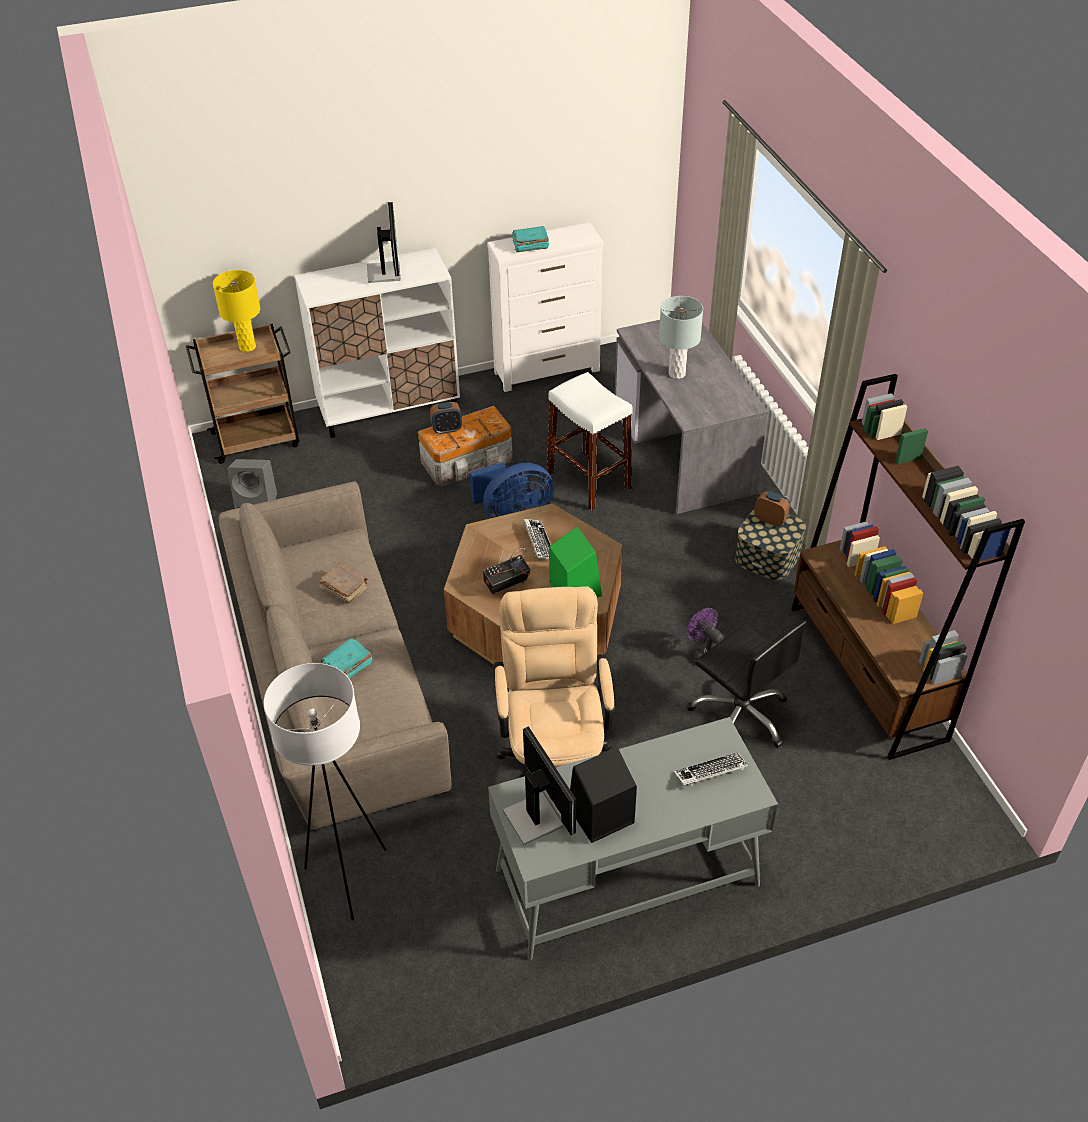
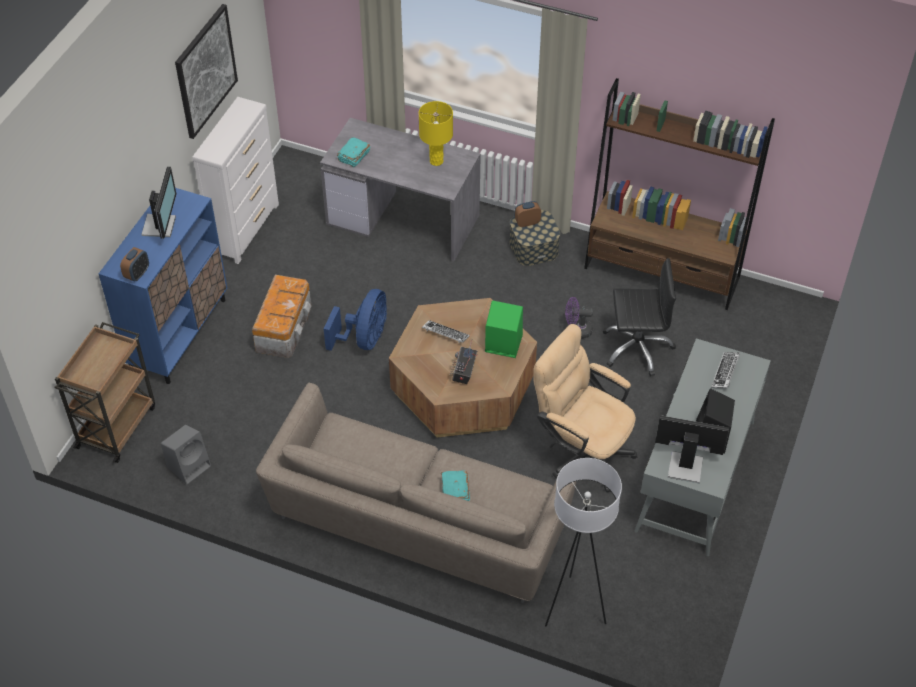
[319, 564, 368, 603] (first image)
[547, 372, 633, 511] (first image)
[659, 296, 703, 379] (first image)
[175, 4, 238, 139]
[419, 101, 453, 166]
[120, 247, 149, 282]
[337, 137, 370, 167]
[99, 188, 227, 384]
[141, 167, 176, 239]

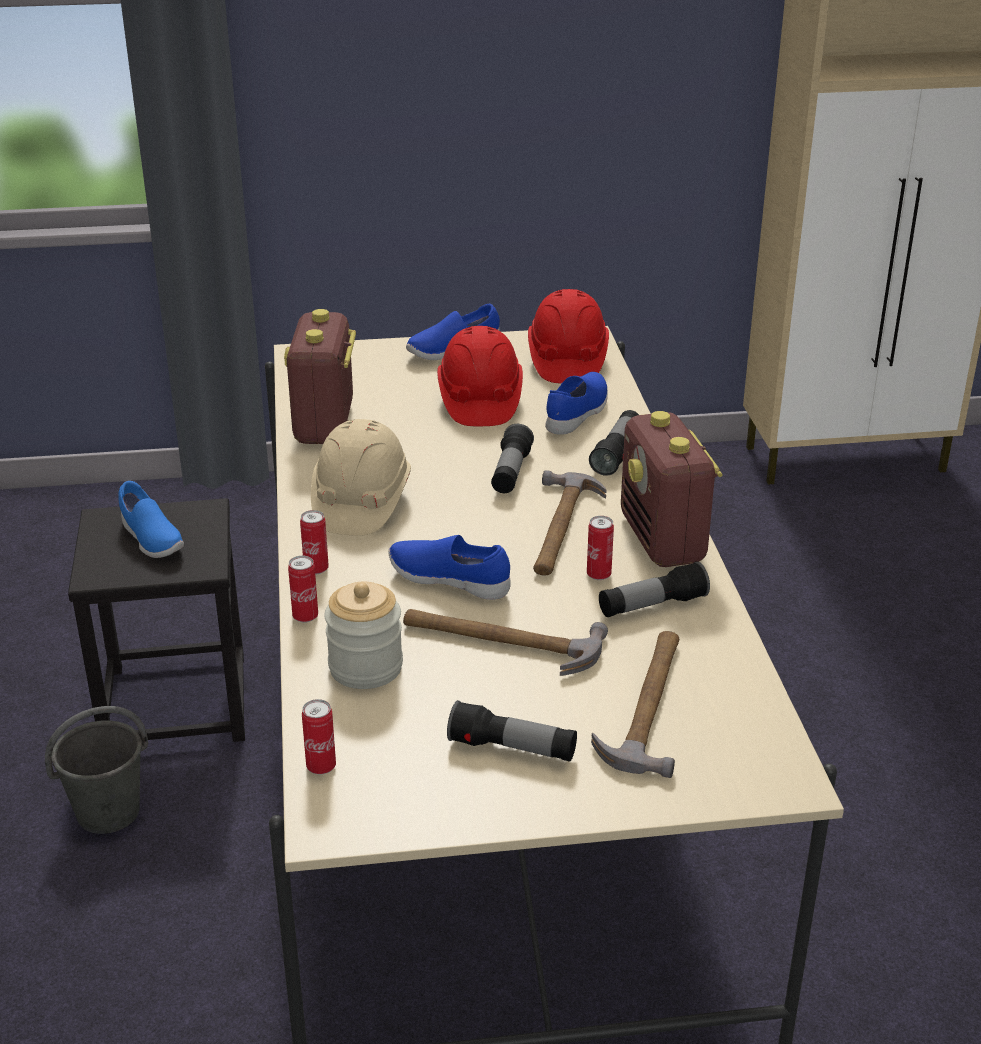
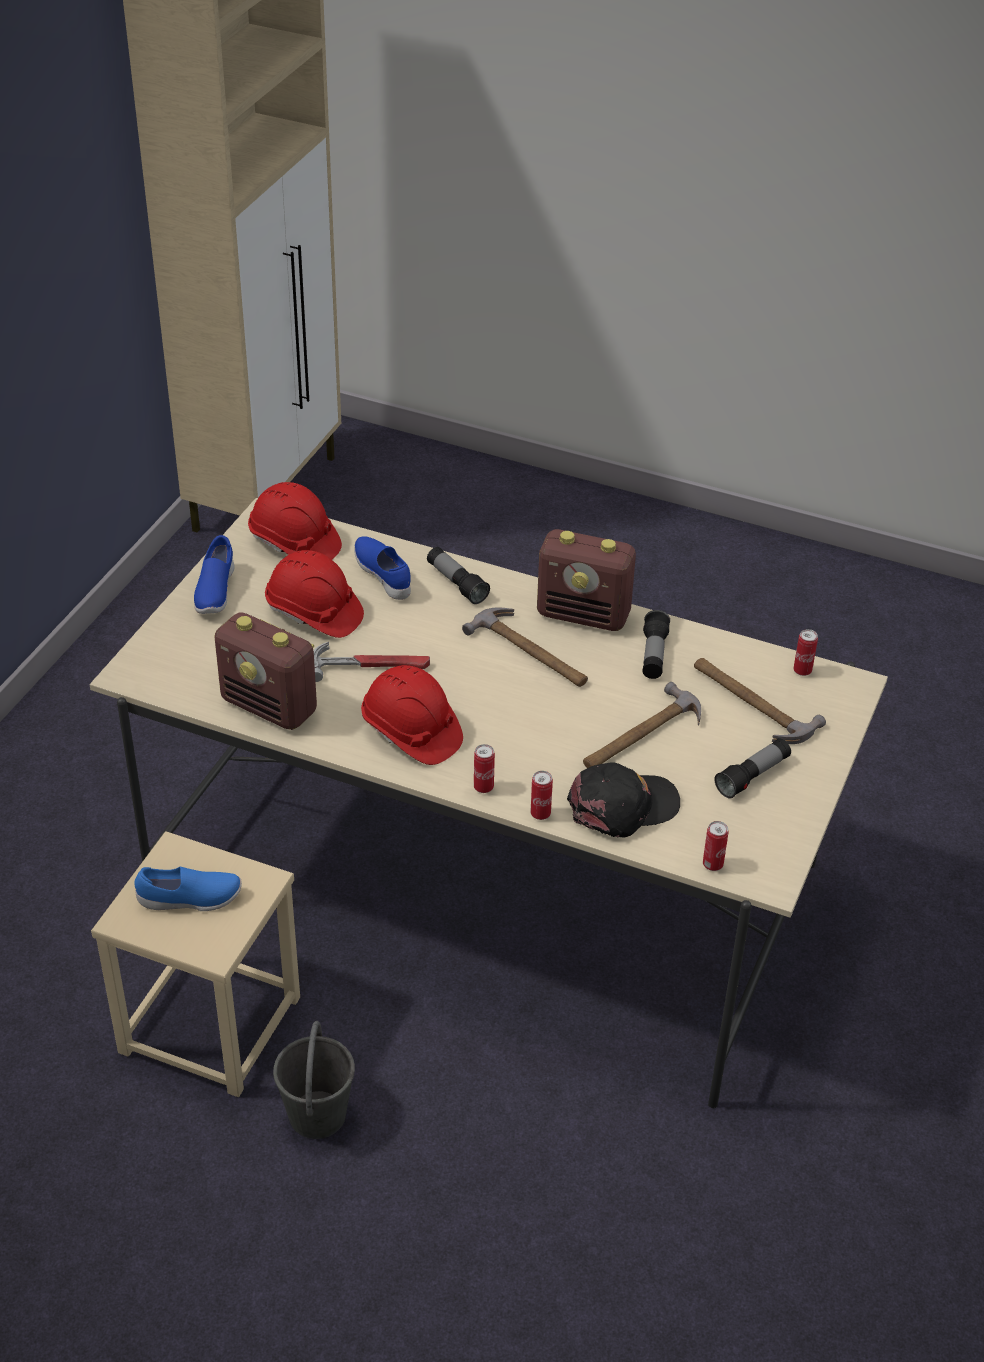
[388, 535, 511, 600] (first image)
[491, 424, 534, 493] (first image)
[313, 642, 430, 682]
[793, 629, 818, 676]
[567, 762, 680, 838]
[91, 831, 300, 1097]
[361, 665, 463, 765]

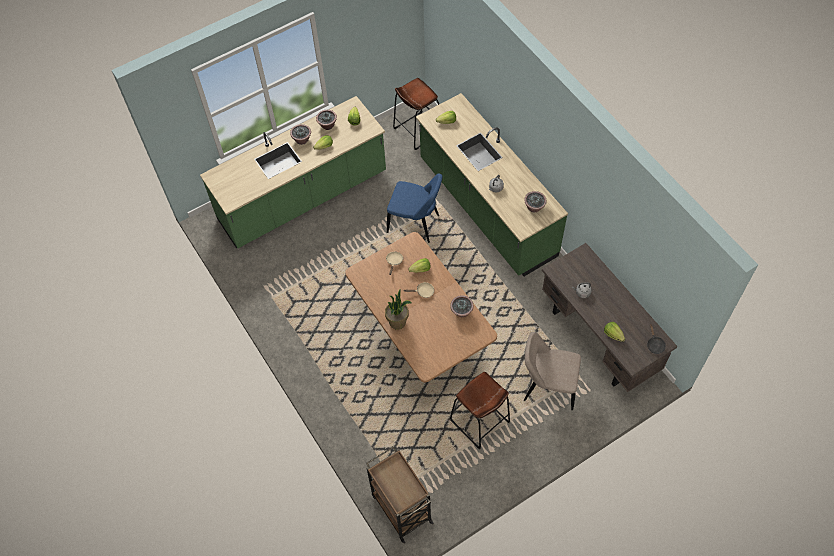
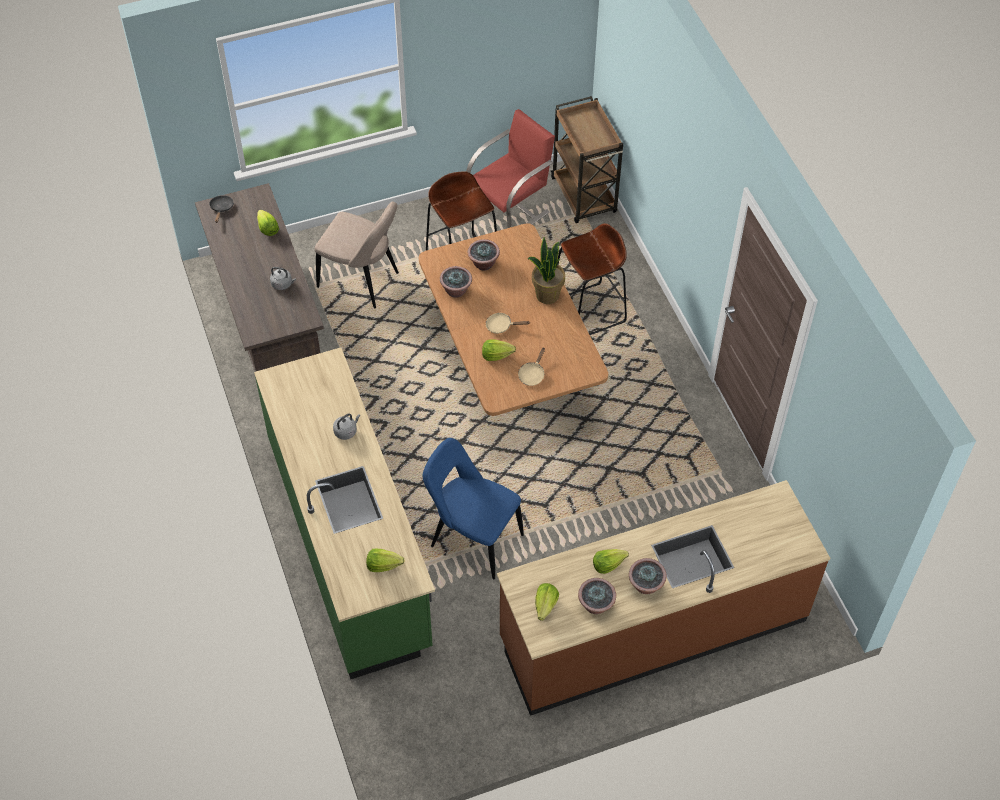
[466, 109, 555, 228]
[558, 223, 627, 335]
[468, 239, 500, 271]
[497, 480, 830, 716]

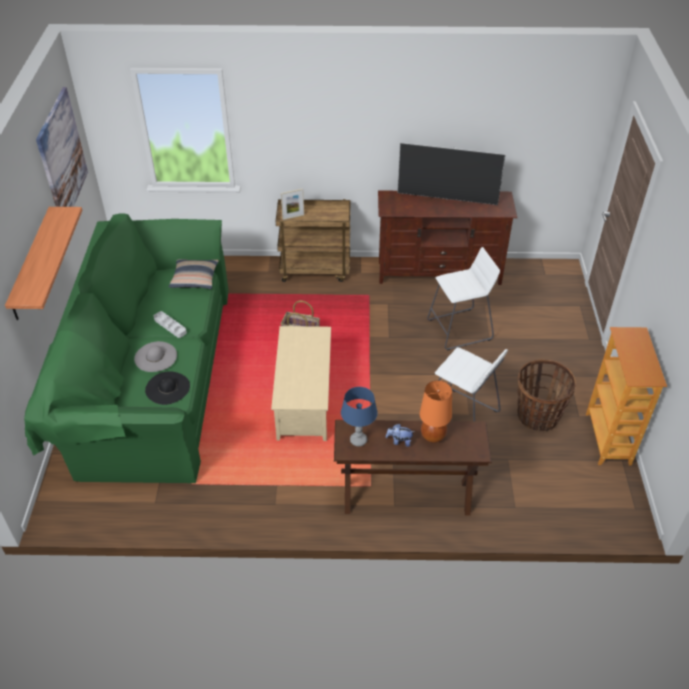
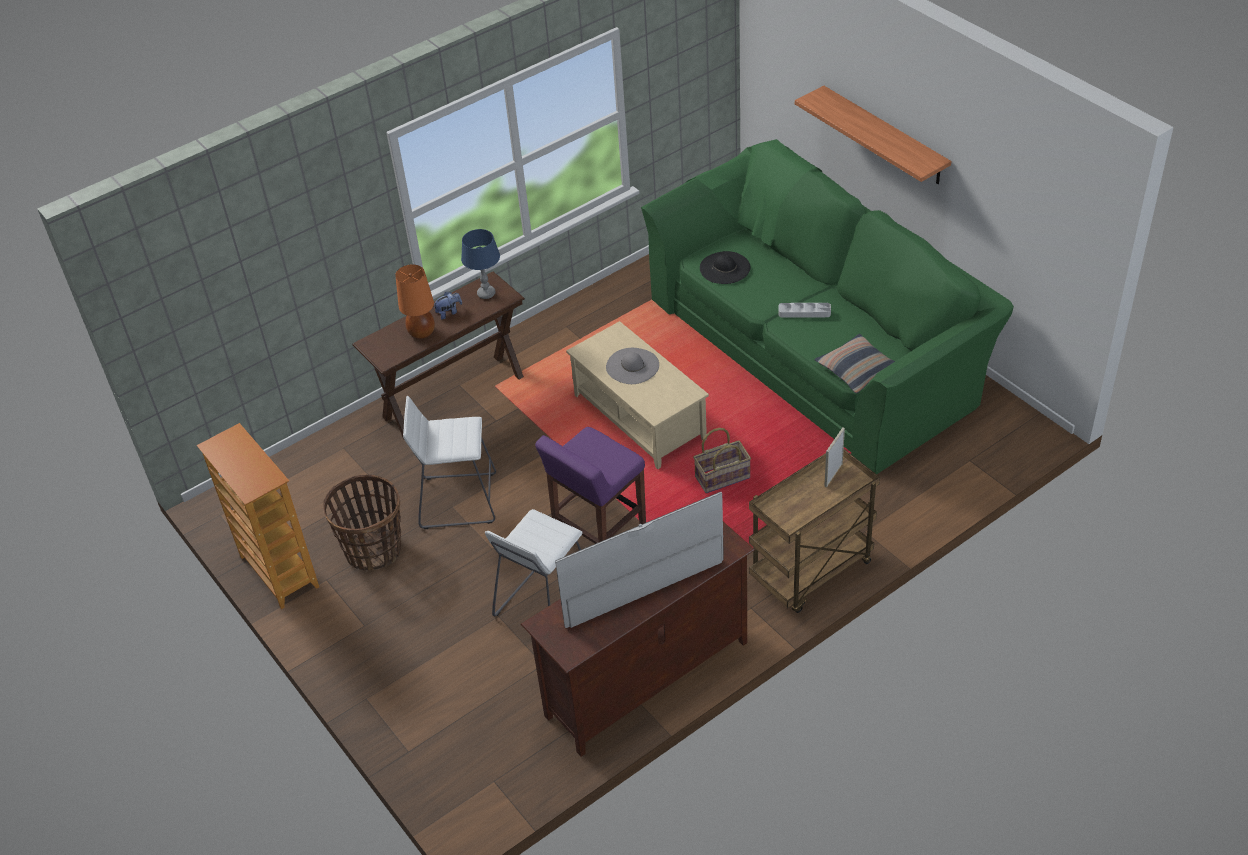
[36, 87, 88, 207] (first image)
[535, 427, 646, 544]
[606, 348, 659, 384]

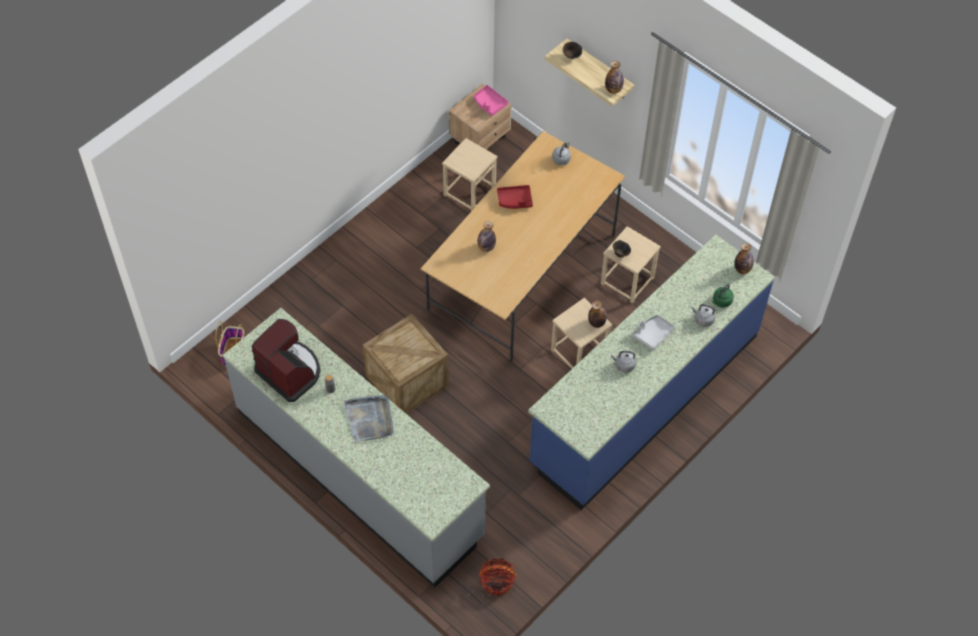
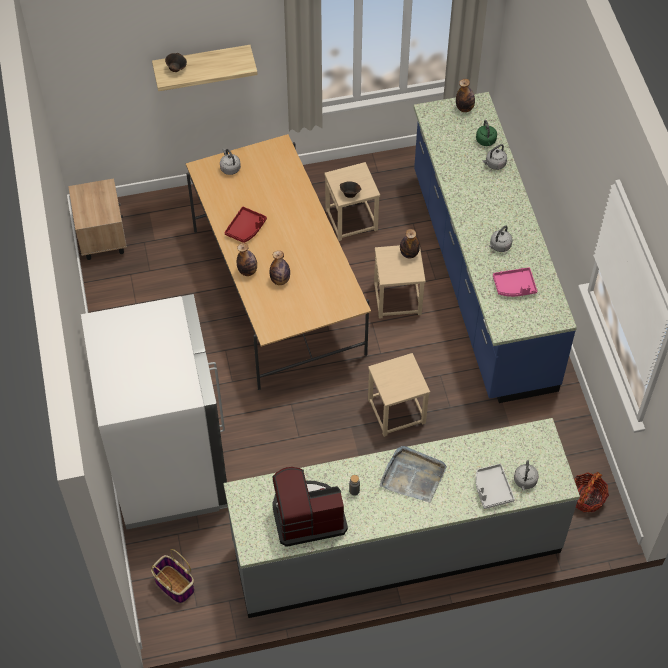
[363, 314, 449, 413] (first image)
[81, 294, 228, 529]
[514, 460, 539, 490]
[368, 353, 430, 437]
[493, 267, 537, 297]
[237, 243, 257, 276]
[476, 464, 515, 509]

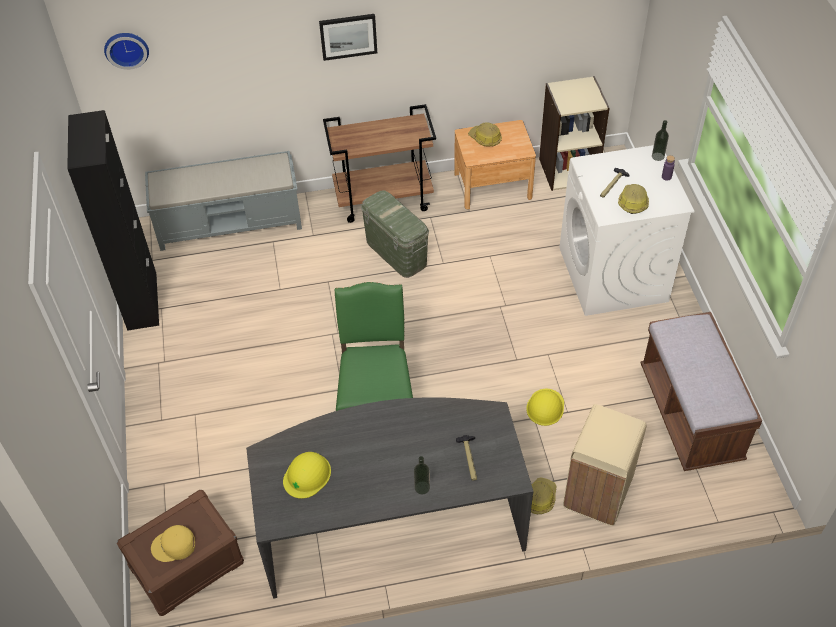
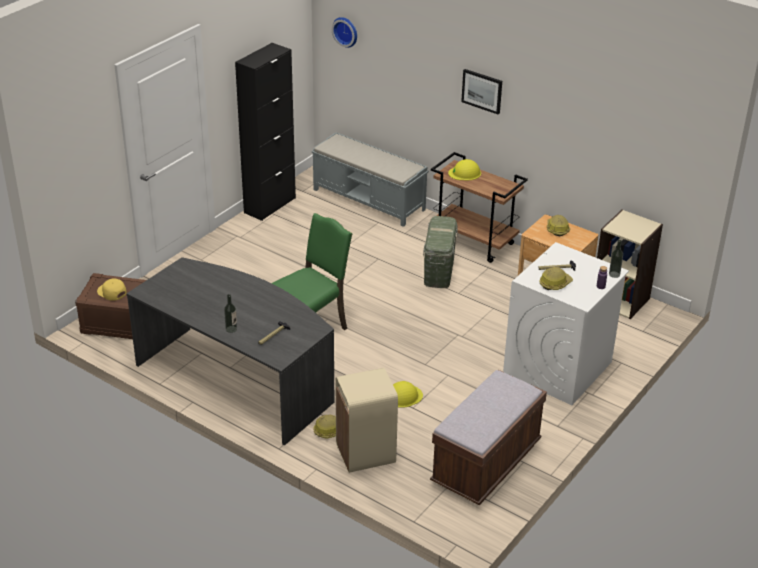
[448, 159, 481, 180]

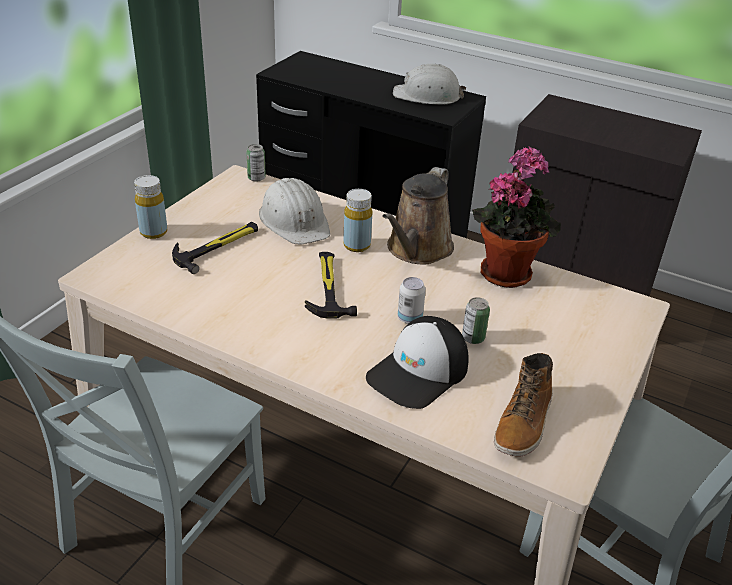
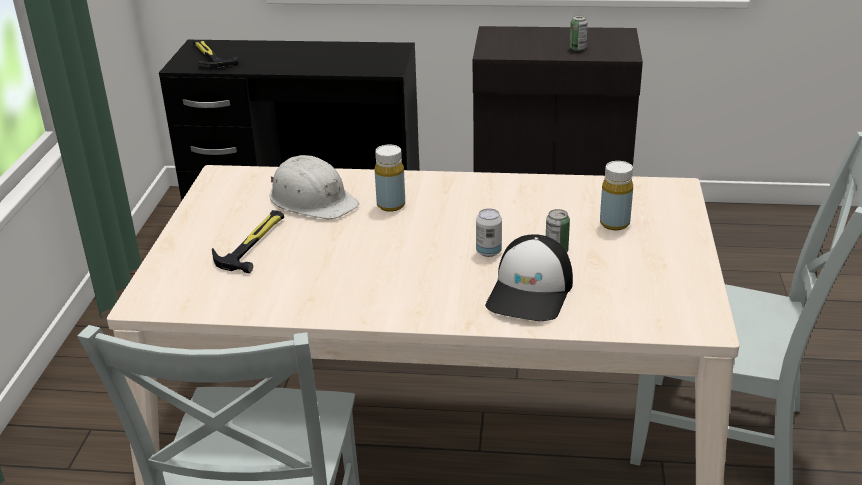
[382, 167, 454, 264] (first image)
[393, 64, 466, 105] (first image)
[472, 146, 561, 288] (first image)
[494, 353, 553, 457] (first image)
[600, 161, 633, 230]
[569, 15, 588, 51]
[193, 40, 238, 69]

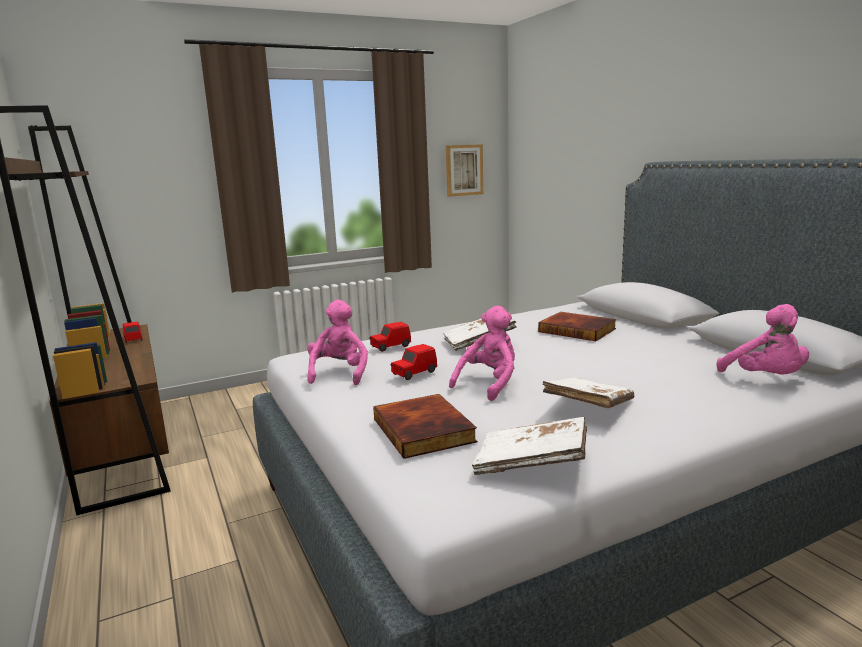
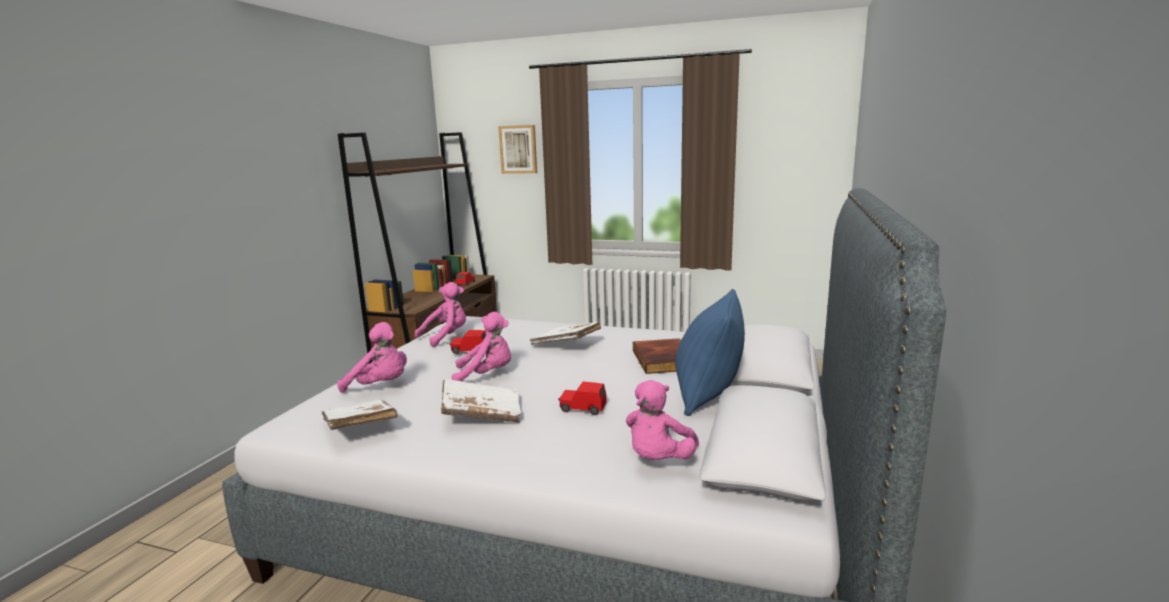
[676, 289, 745, 416]
[559, 382, 607, 415]
[498, 125, 537, 174]
[337, 322, 407, 393]

